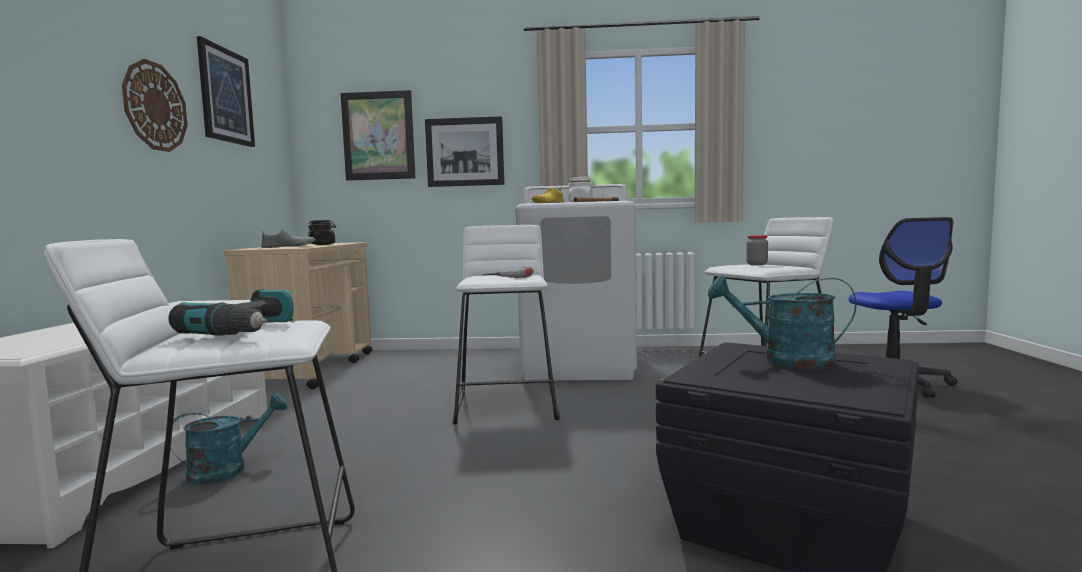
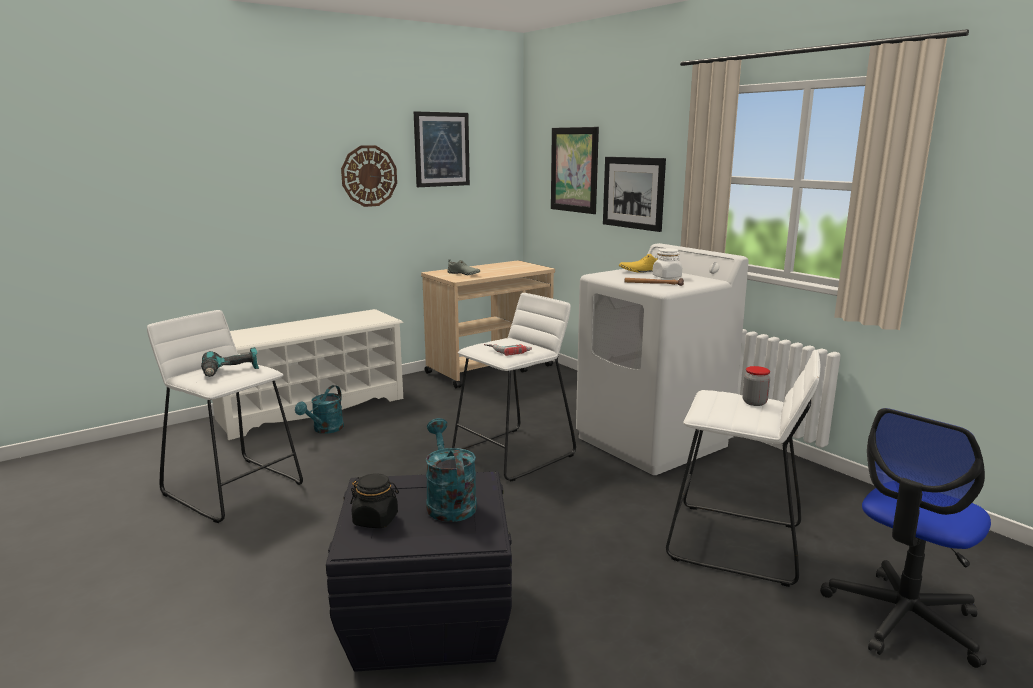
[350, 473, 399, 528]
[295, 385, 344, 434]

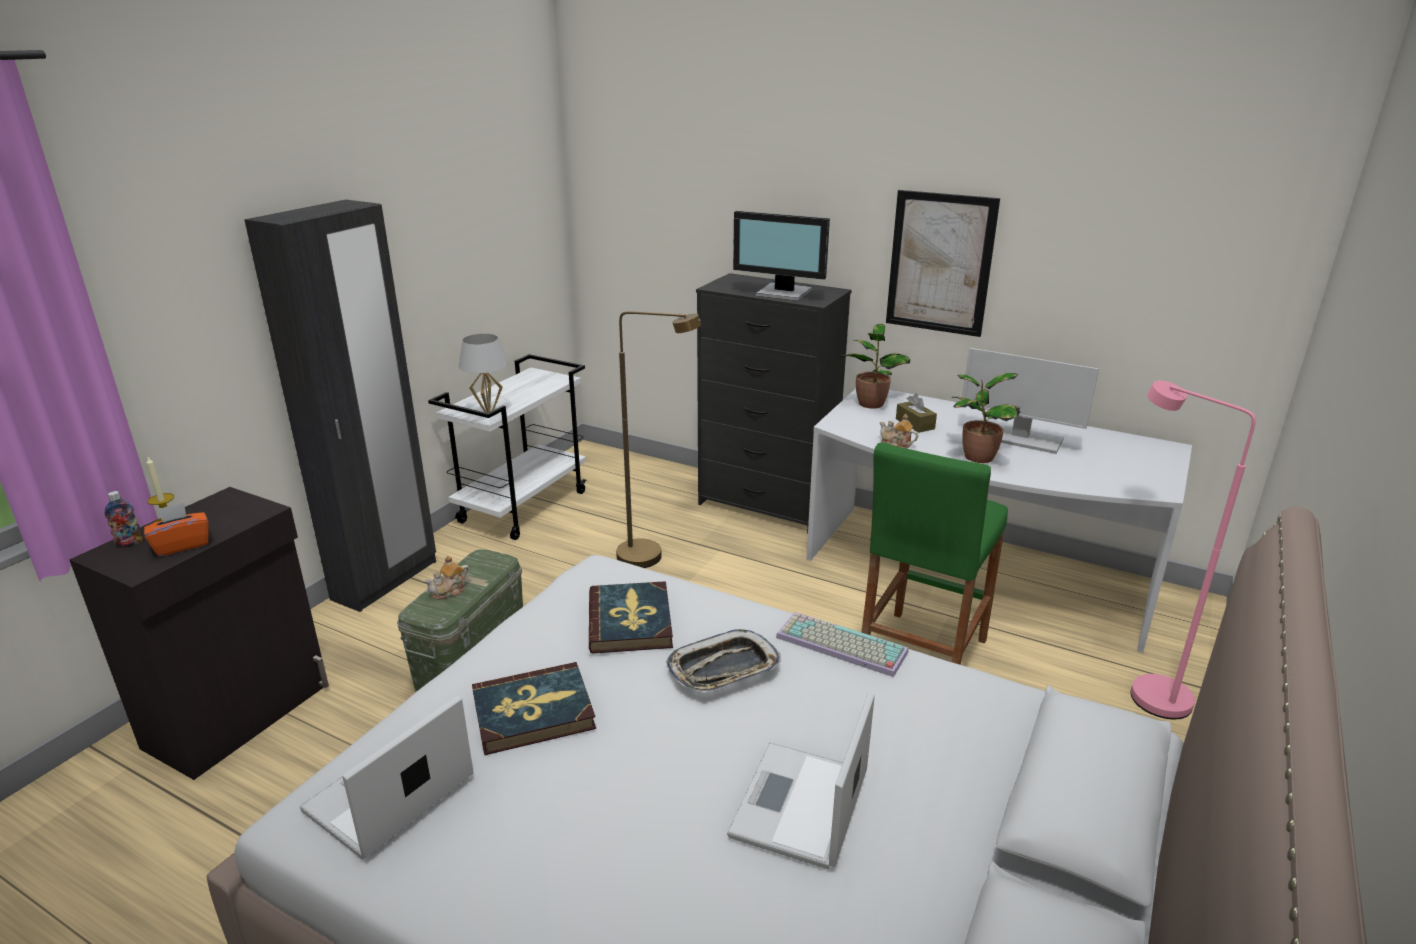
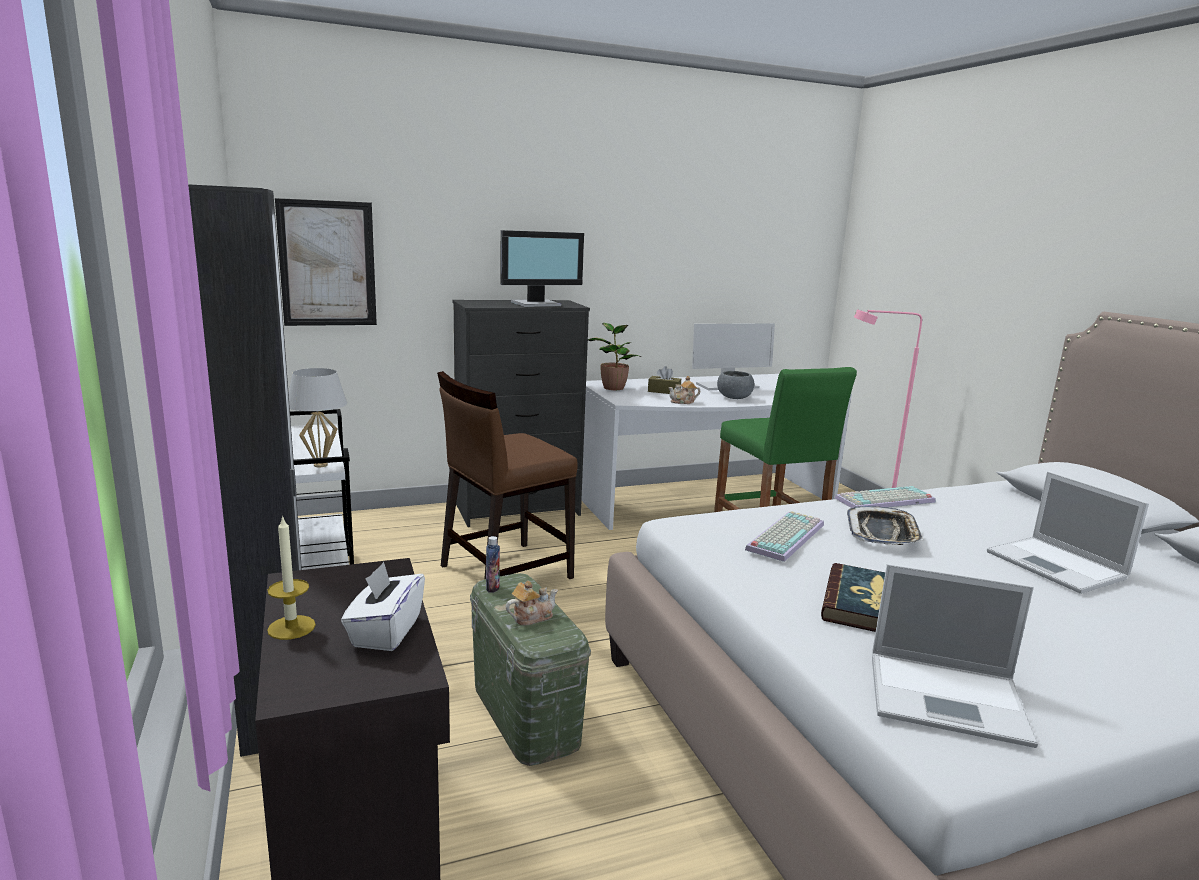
[486, 536, 500, 593]
[275, 198, 377, 326]
[745, 511, 824, 562]
[437, 371, 578, 580]
[717, 371, 754, 399]
[341, 562, 425, 651]
[872, 564, 1038, 748]
[506, 581, 558, 625]

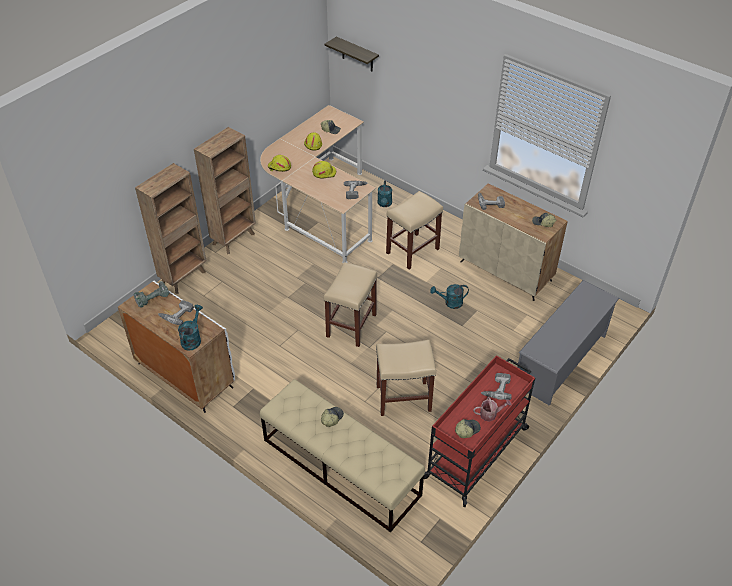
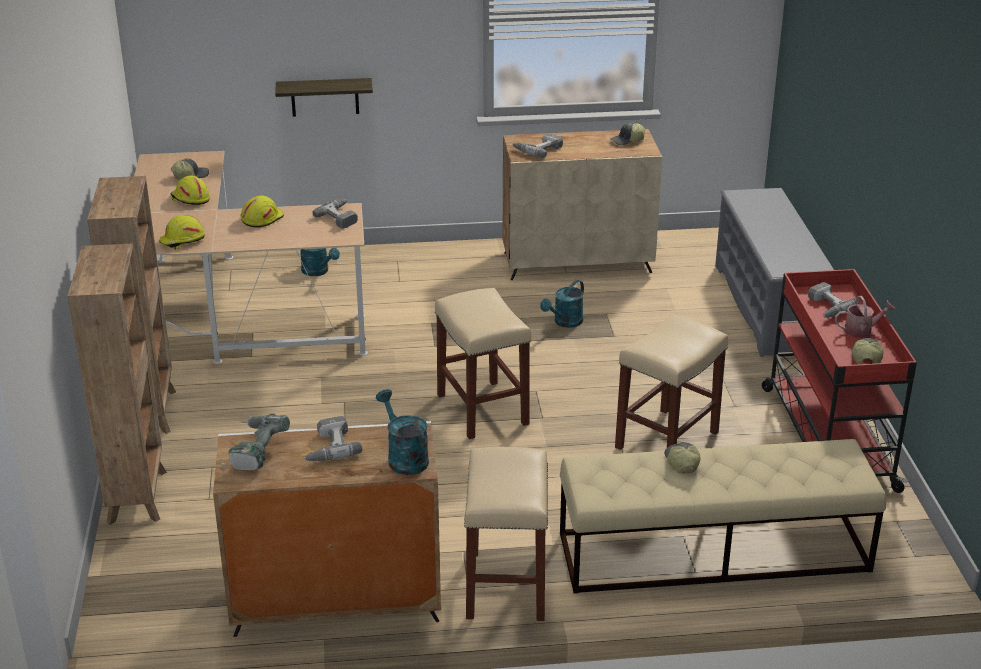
[275, 78, 373, 117]
[464, 447, 548, 621]
[835, 296, 895, 338]

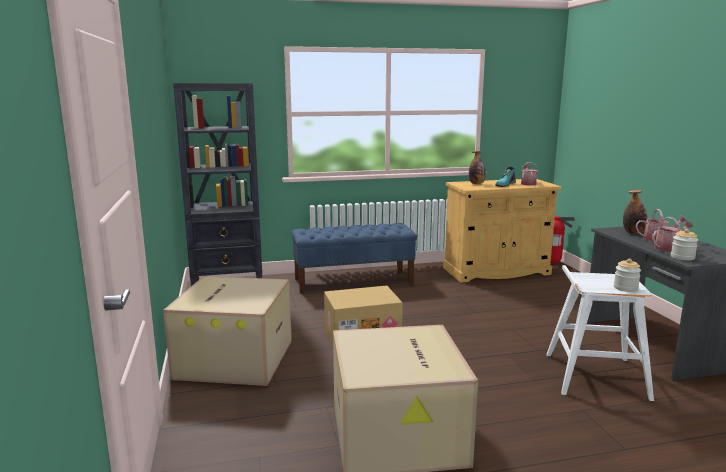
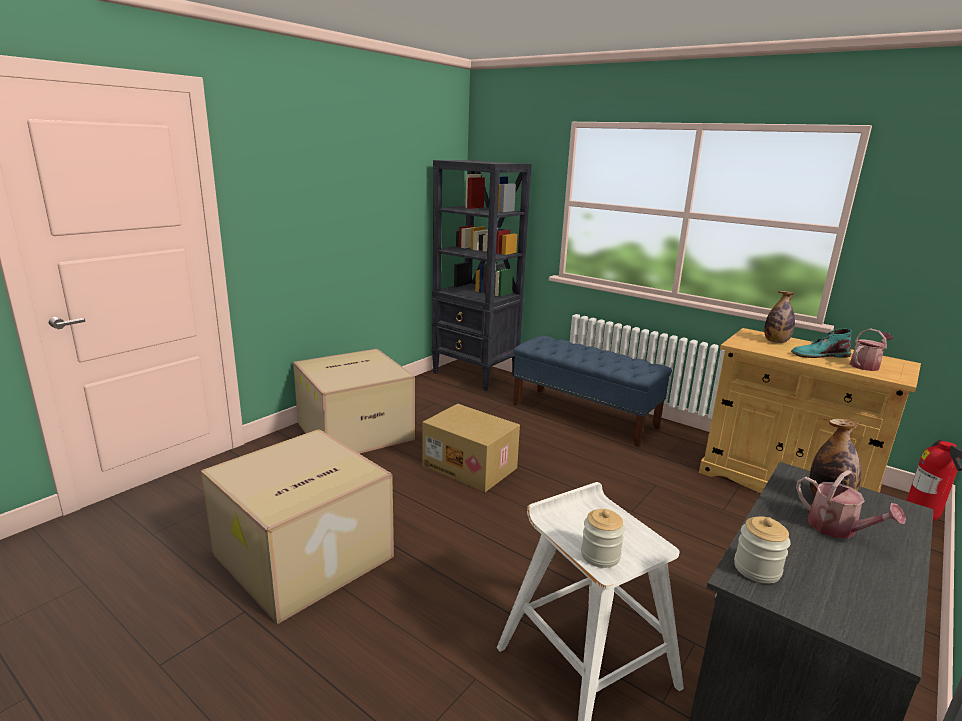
[652, 217, 693, 252] (first image)

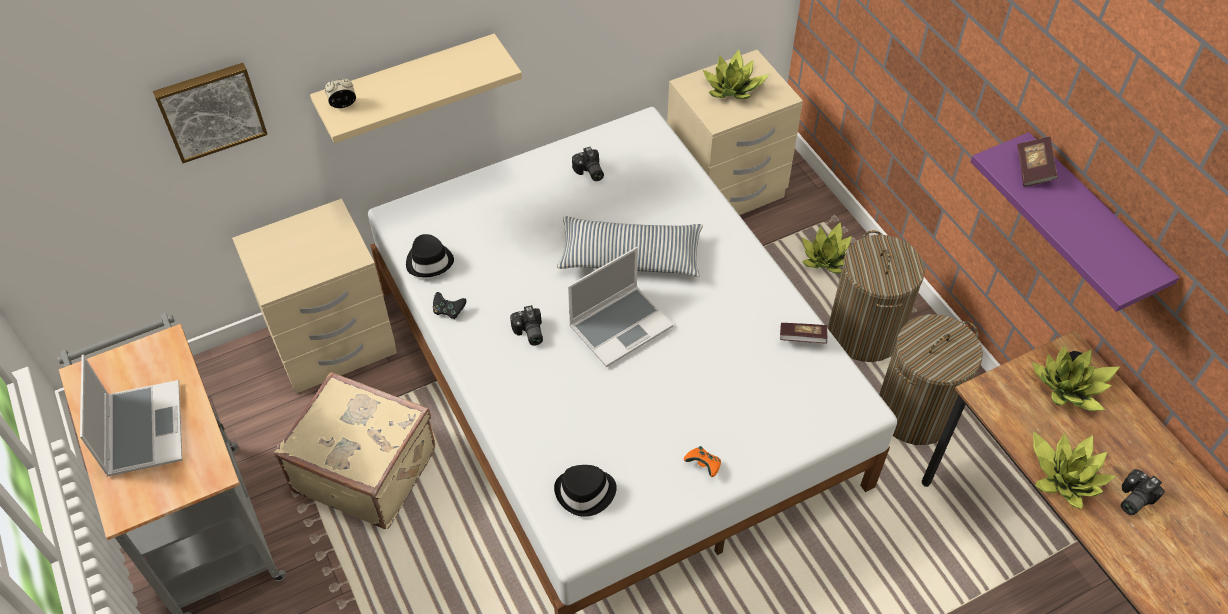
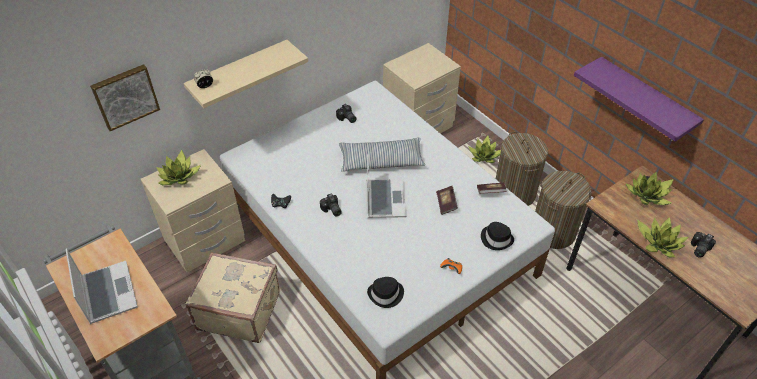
[481, 222, 514, 250]
[156, 150, 201, 185]
[436, 186, 458, 215]
[367, 154, 406, 218]

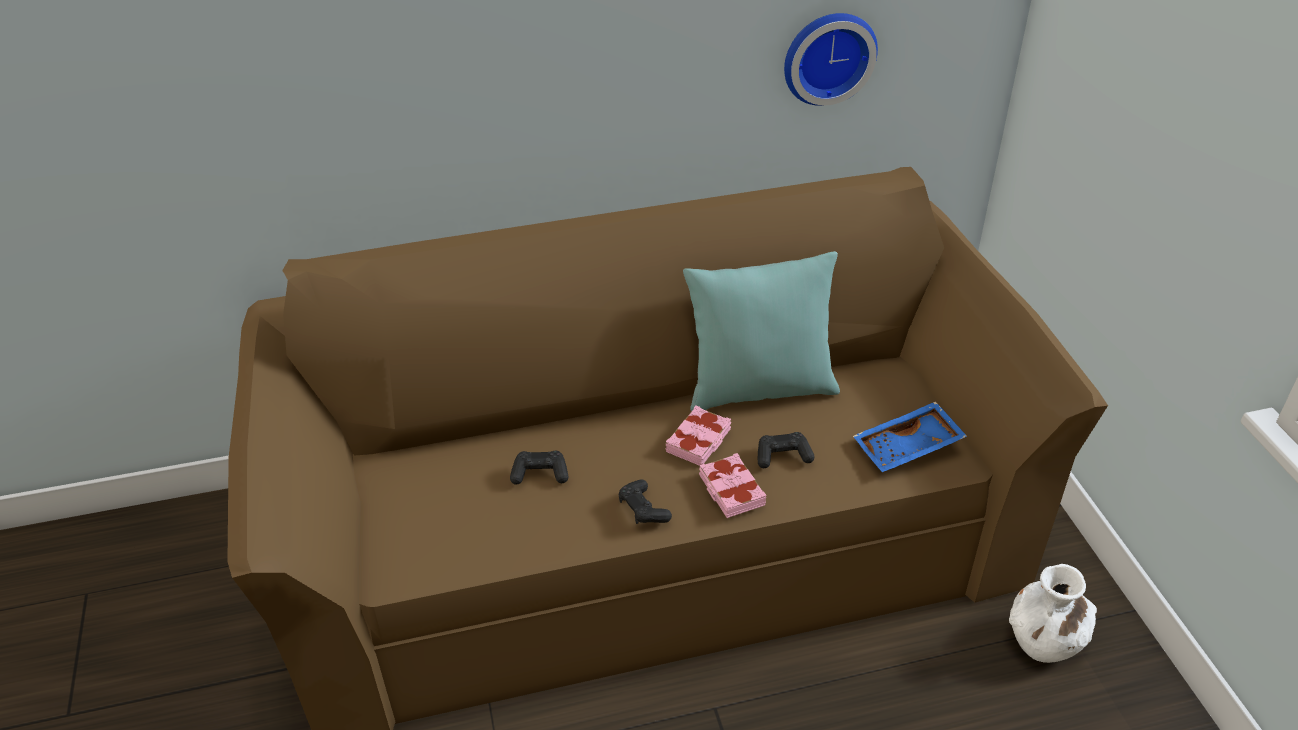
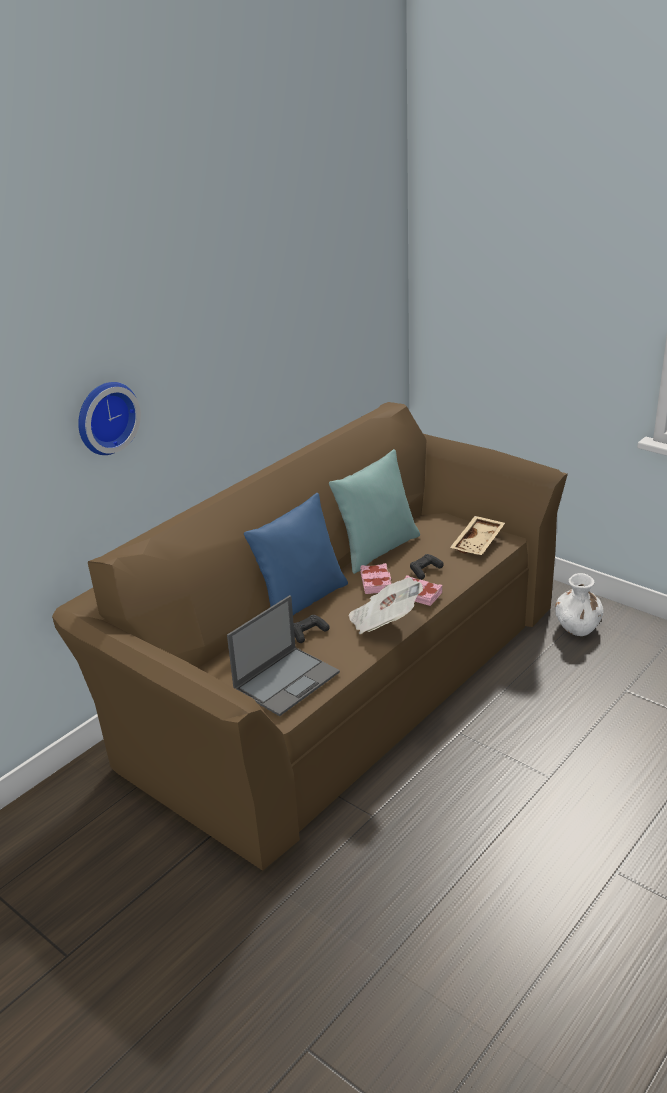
[227, 595, 340, 716]
[244, 493, 348, 616]
[78, 382, 141, 455]
[349, 577, 423, 634]
[450, 516, 505, 555]

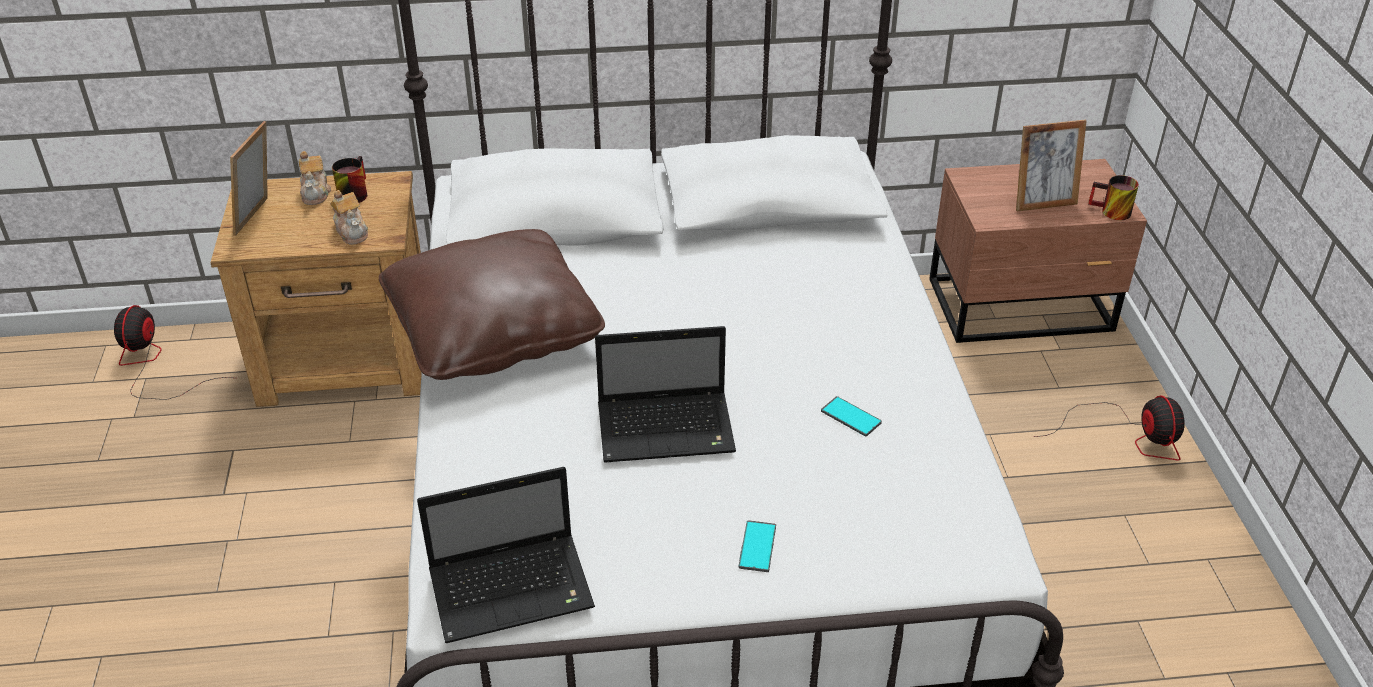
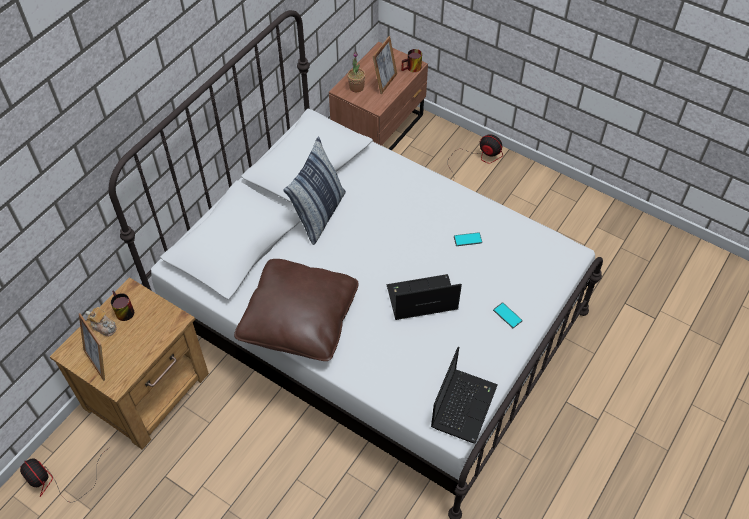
[330, 190, 368, 245] (first image)
[283, 136, 346, 245]
[347, 52, 365, 92]
[387, 274, 462, 320]

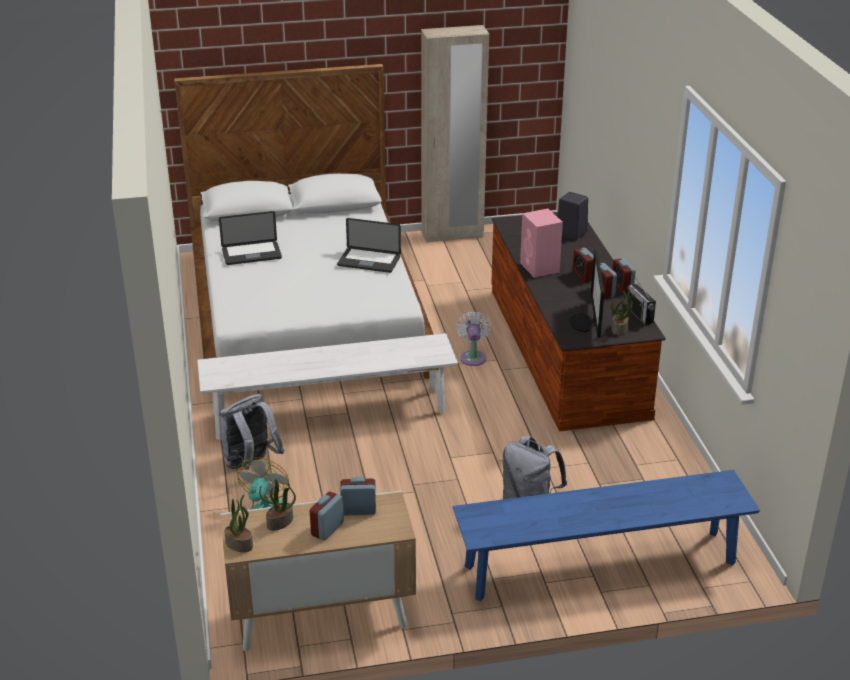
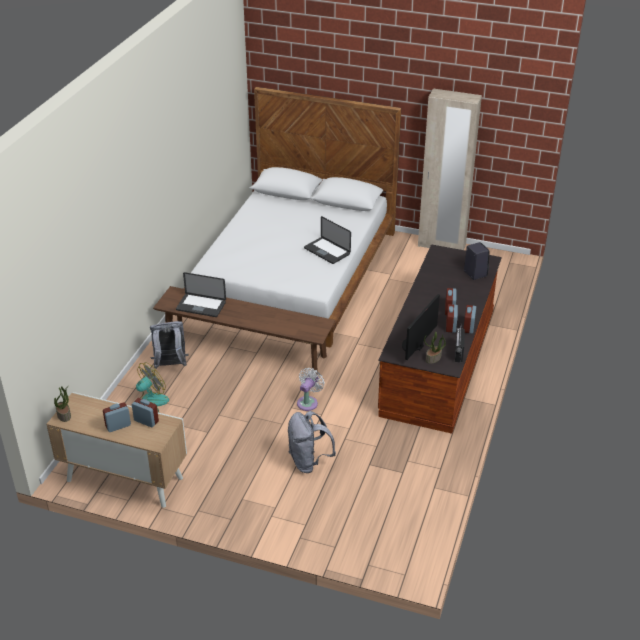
[259, 479, 296, 531] (first image)
[452, 470, 760, 601] (first image)
[520, 209, 563, 278] (first image)
[176, 272, 226, 317]
[297, 368, 325, 411]
[153, 286, 335, 374]

